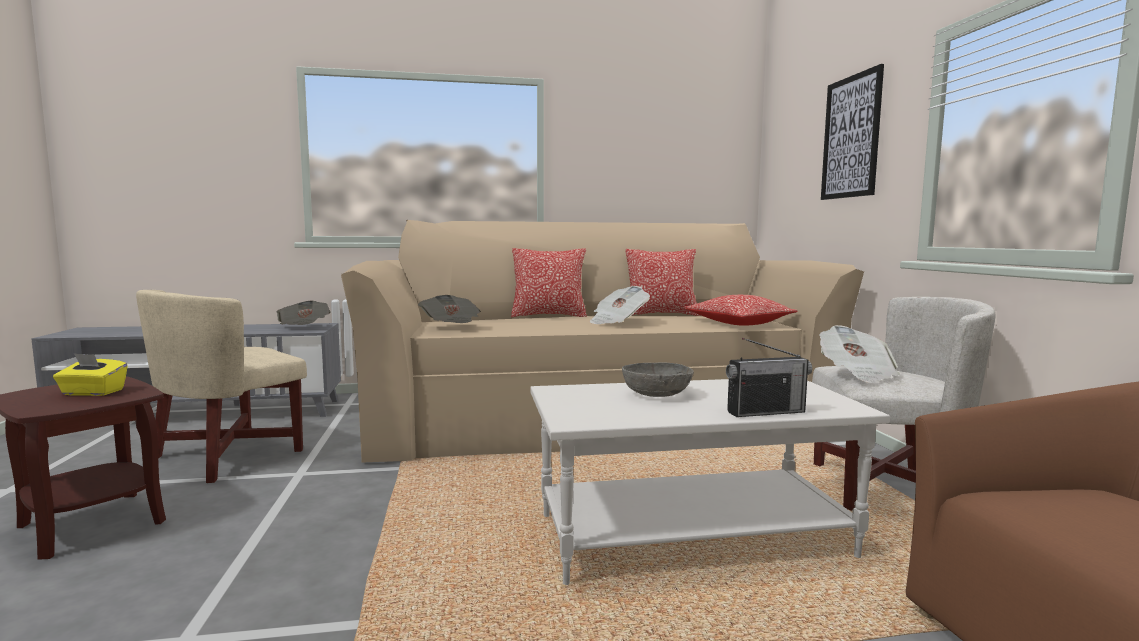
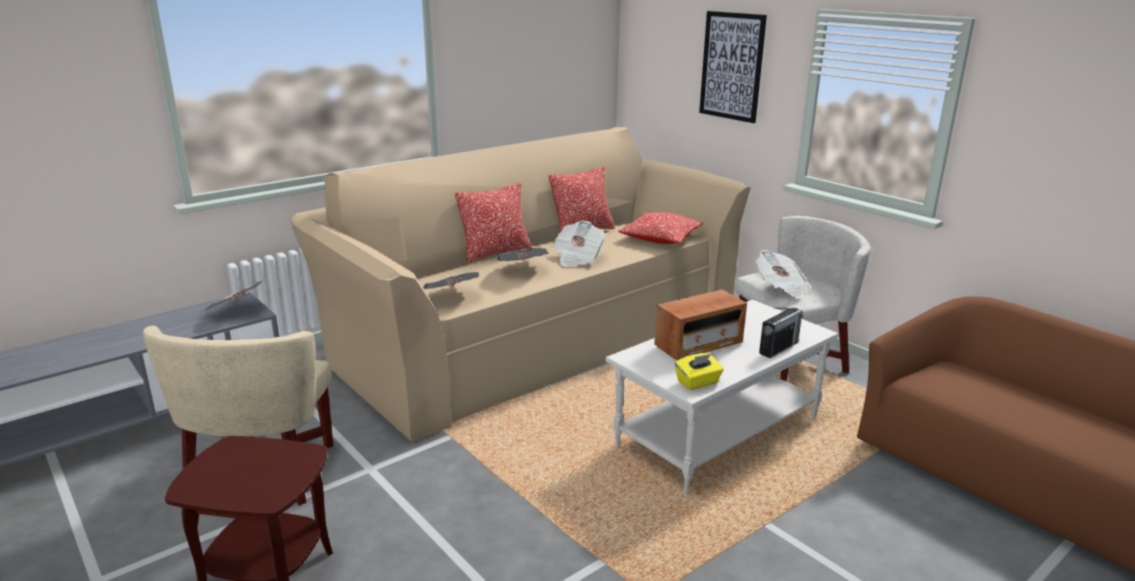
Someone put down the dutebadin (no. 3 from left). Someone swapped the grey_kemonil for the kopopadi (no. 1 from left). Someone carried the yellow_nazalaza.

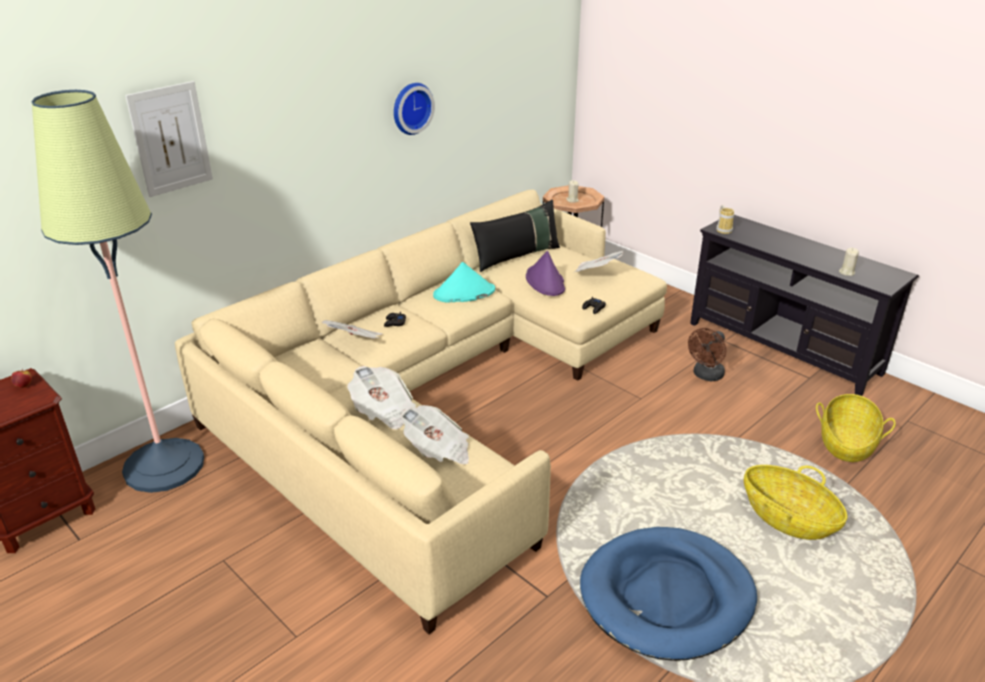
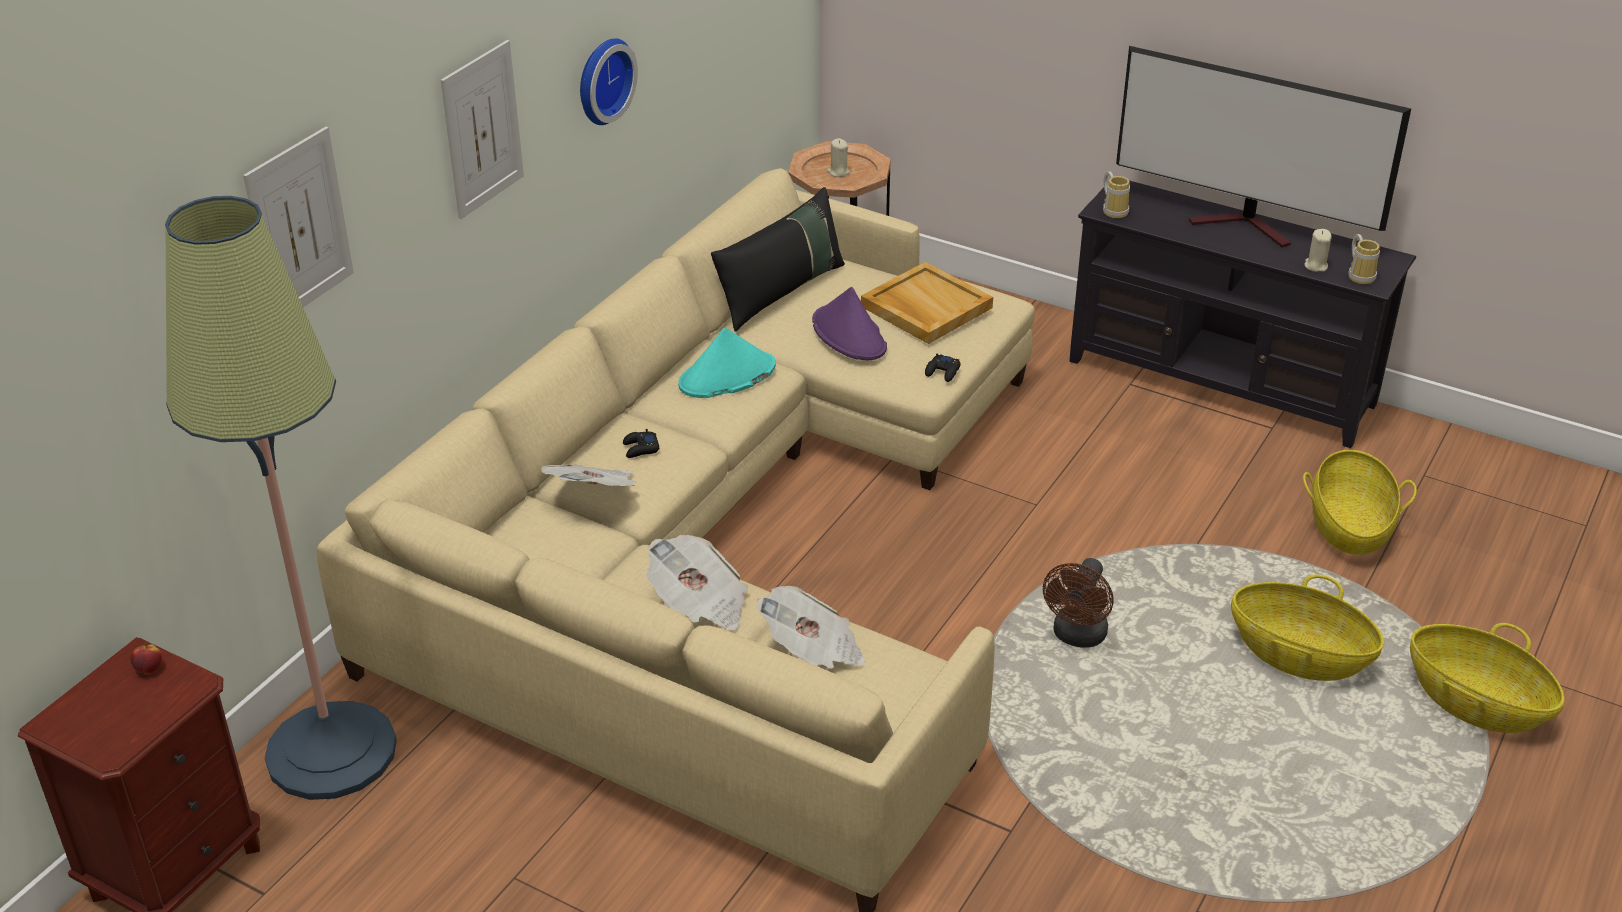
Someone put up the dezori (no. 2 from left). Someone swapped the dutebadin (no. 4 from left) for the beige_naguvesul. Someone carried the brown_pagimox. Someone put down the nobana. Someone put down the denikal (no. 2 from left). Someone put down the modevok (no. 3 from left). Someone took away the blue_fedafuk.

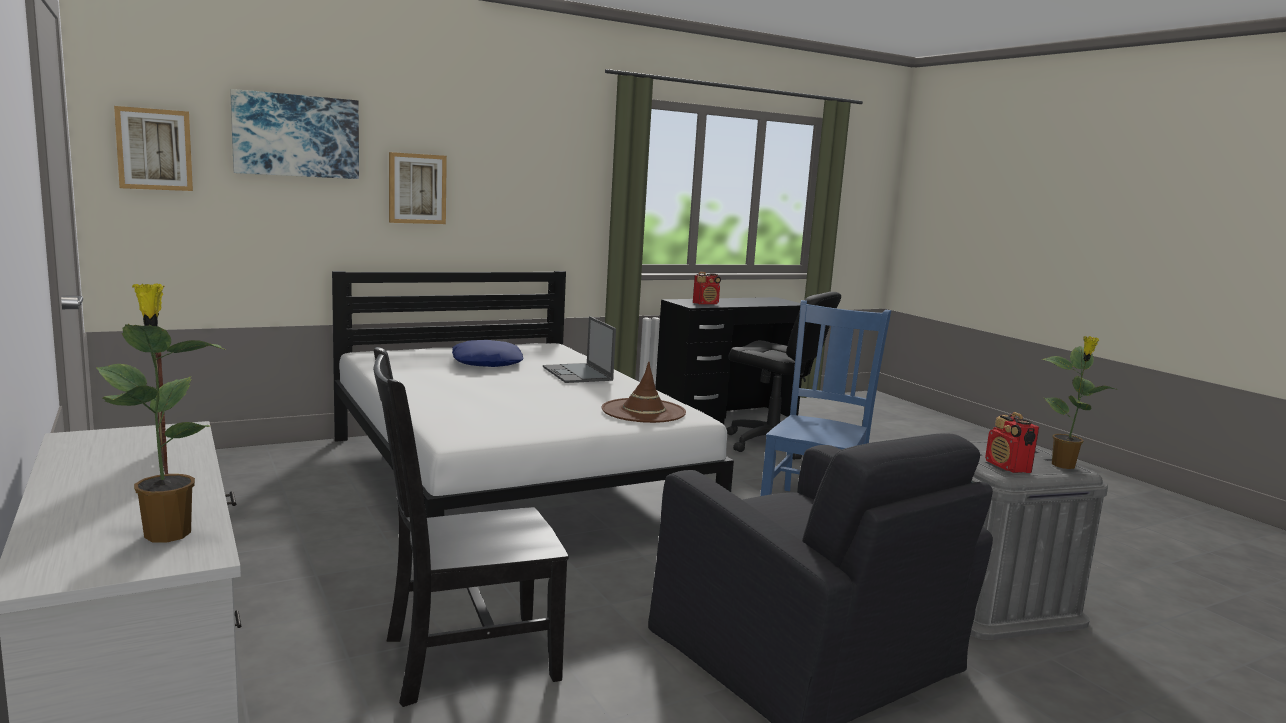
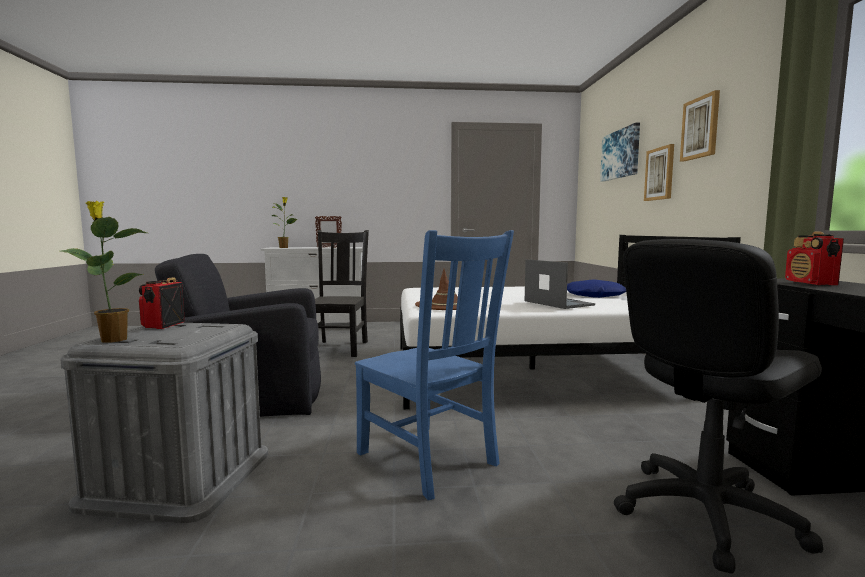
Someone rotated the kopopadi (no. 2 from left in the first image) by 90 degrees counterclockwise. Someone rotated the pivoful by 60 degrees clockwise. Someone carried the dezori (no. 1 from left in the first image).

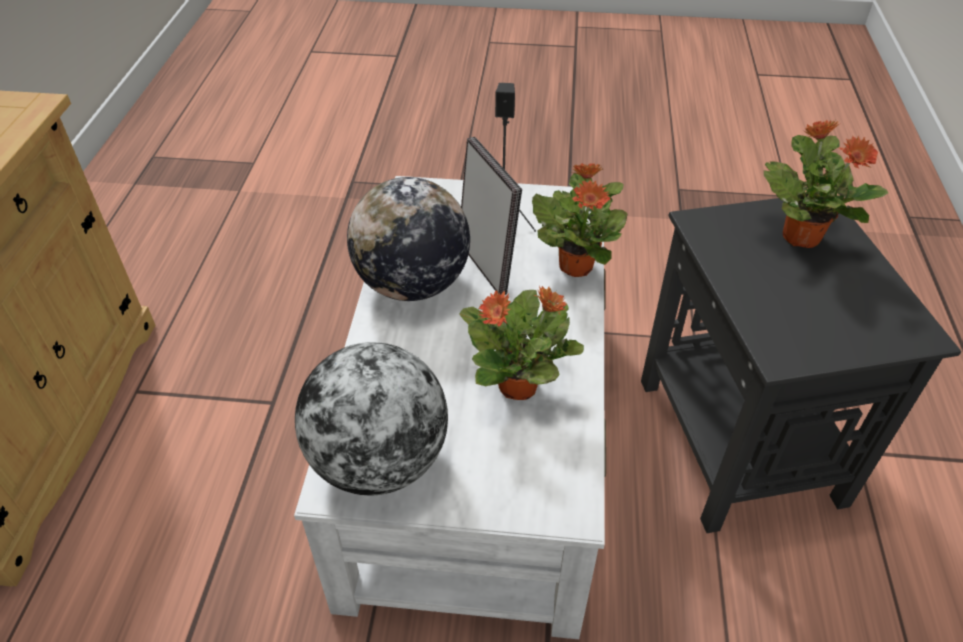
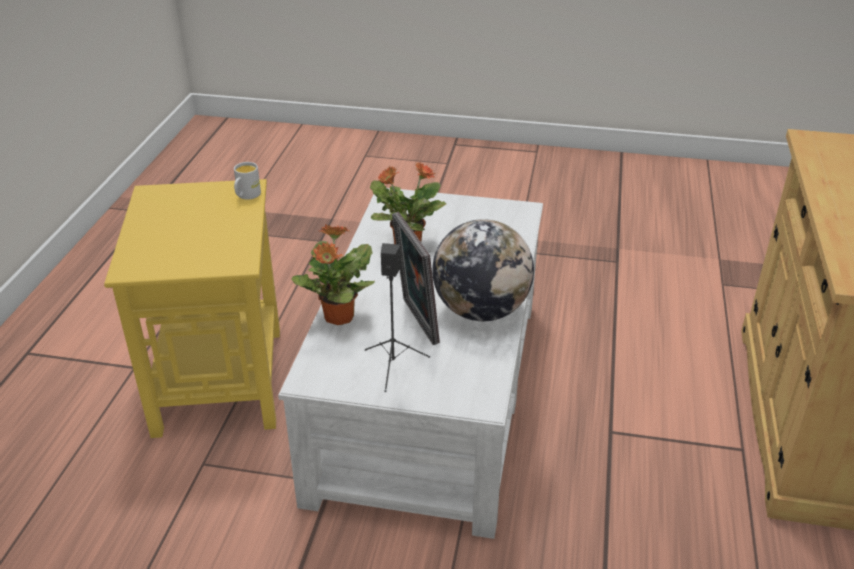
Someone repainted the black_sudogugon, which became the yellow_sudogugon. Someone put down the white_denikal. Someone took away the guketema (no. 1 from left). Someone took away the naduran (no. 3 from left).

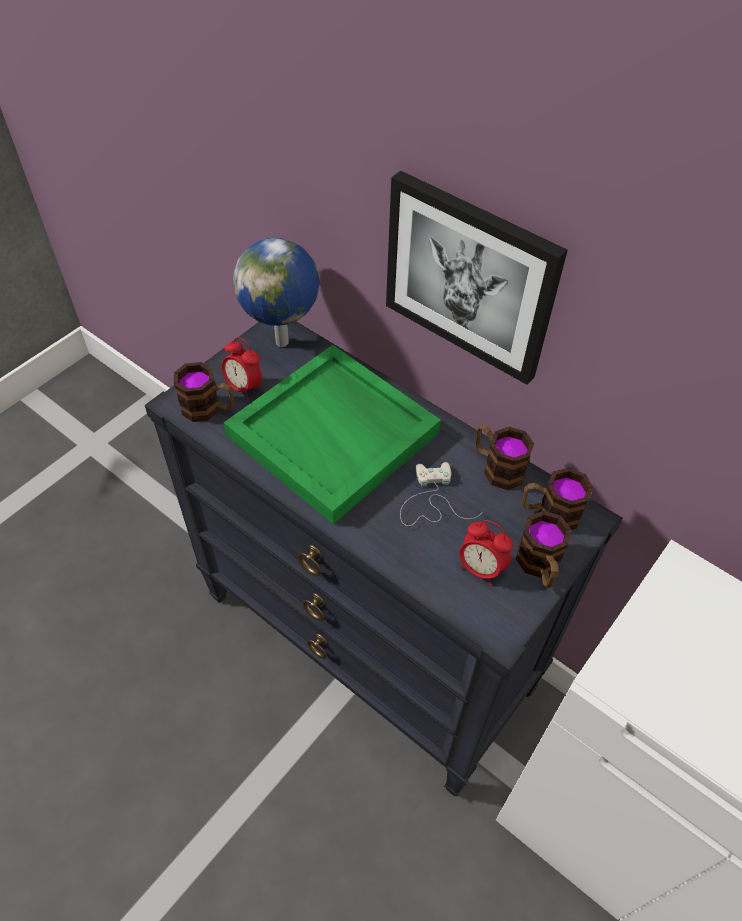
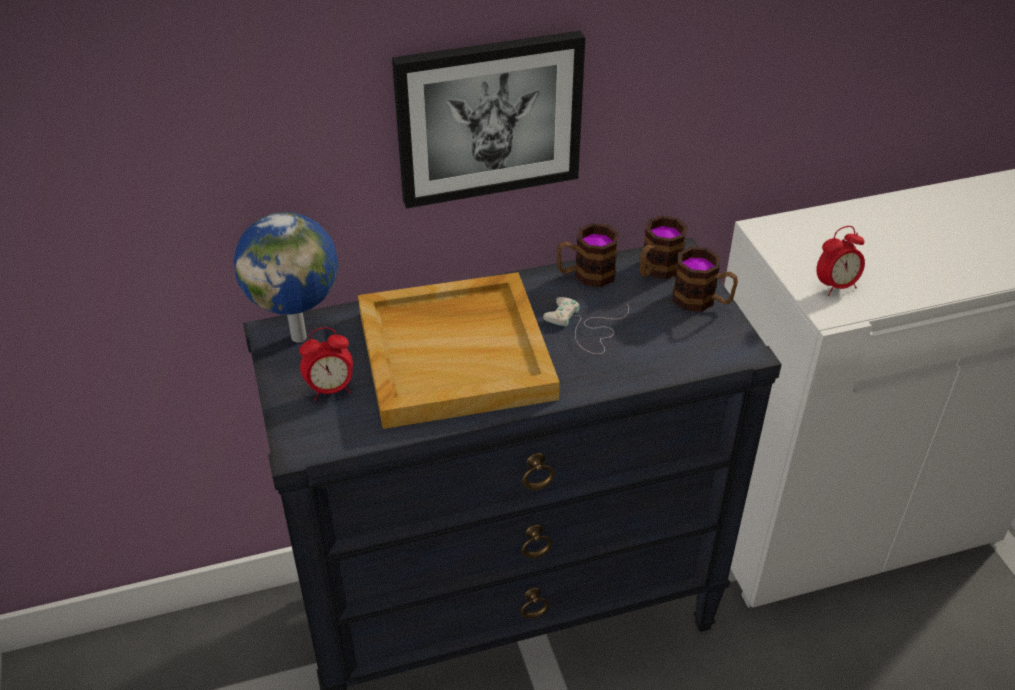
Someone repainted the green_naguvesul, which became the beige_naguvesul. Someone carried the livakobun (no. 2 from left). Someone took away the denikal (no. 1 from left).

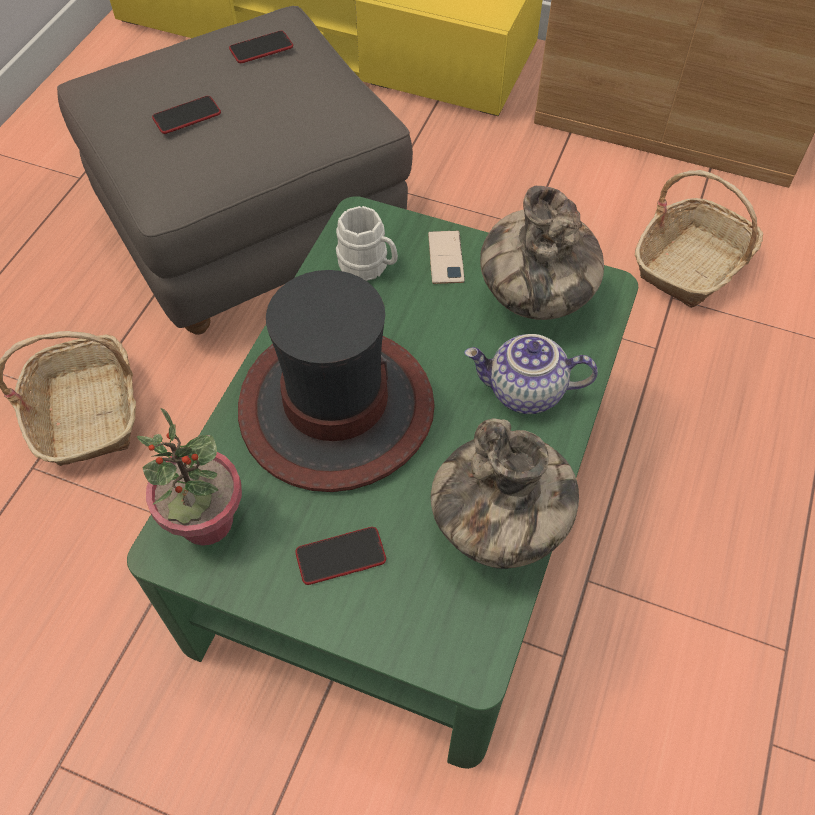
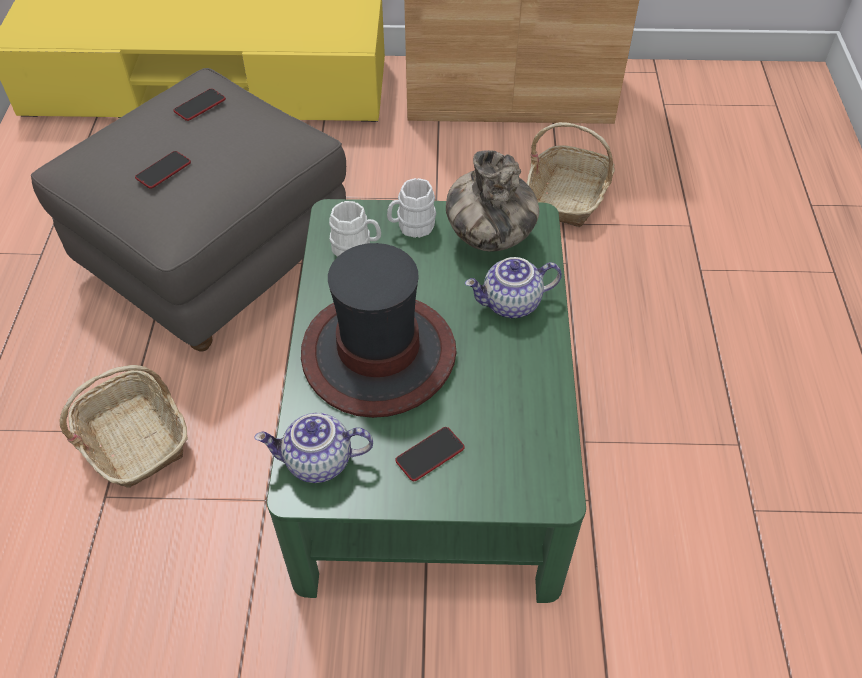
Someone swapped the naduran for the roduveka (no. 1 from left). Someone swapped the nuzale (no. 4 from left) for the white_denikal (no. 2 from left). Someone took away the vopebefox (no. 1 from left).

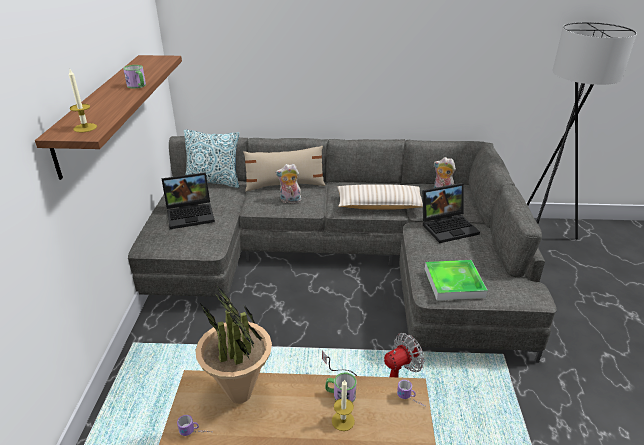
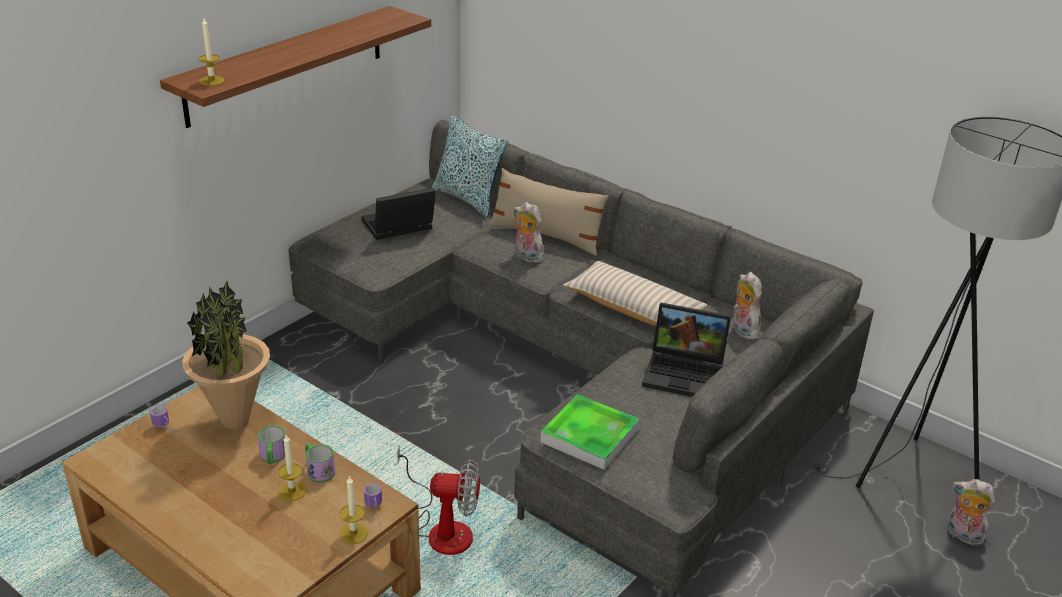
Someone carried the denikal (no. 1 from left in the first image). Someone put down the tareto (no. 3 from left). Someone rotated the pivoful (no. 1 from left) by 135 degrees clockwise. Someone put down the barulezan (no. 3 from left).

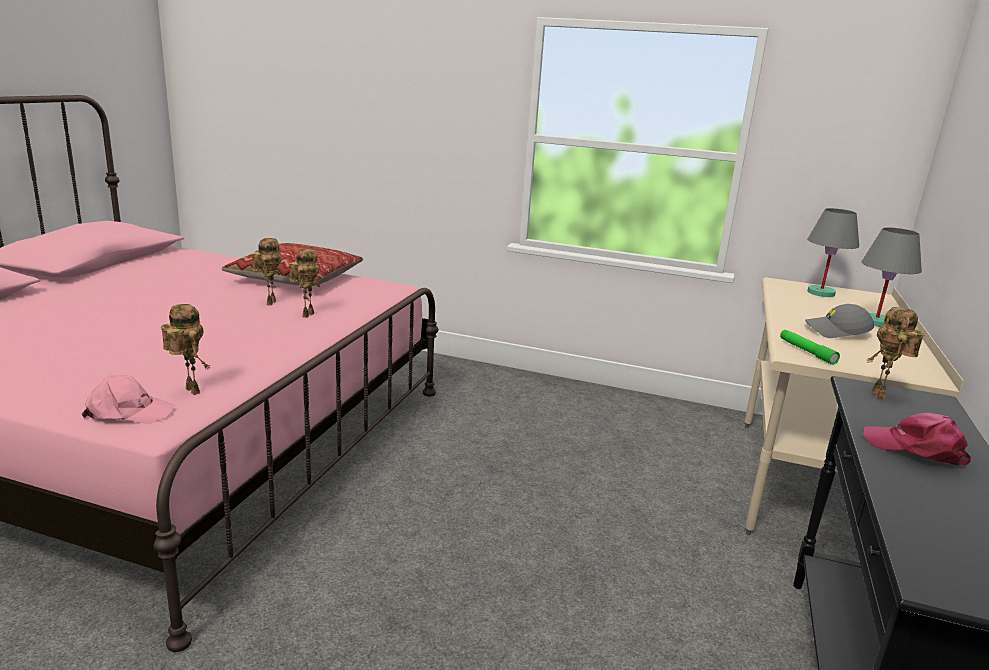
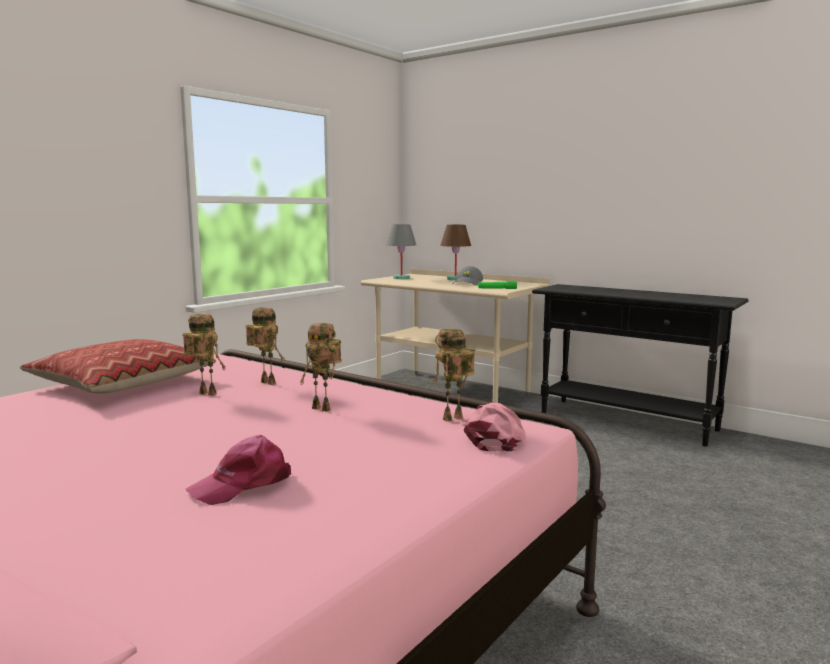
Someone carried the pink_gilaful (no. 2 from left in the first image). Someone carried the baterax (no. 4 from left in the first image). Someone repainted the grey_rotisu (no. 2 from left), which became the brown_rotisu.

